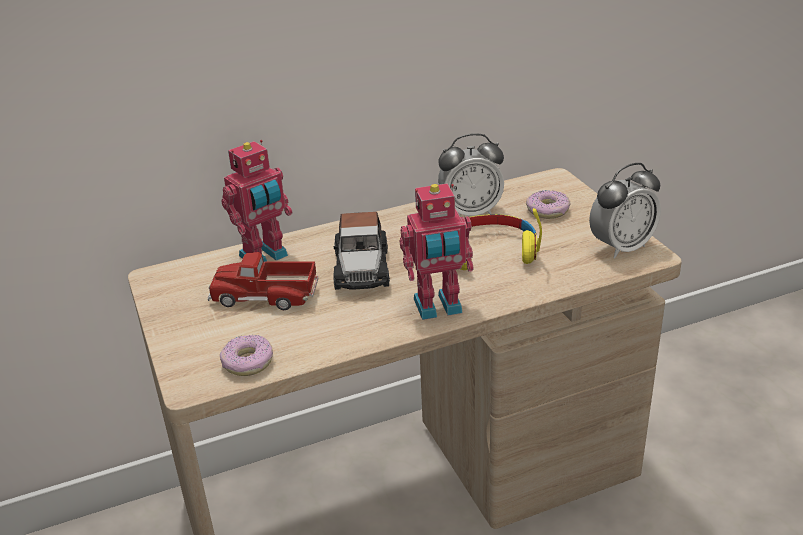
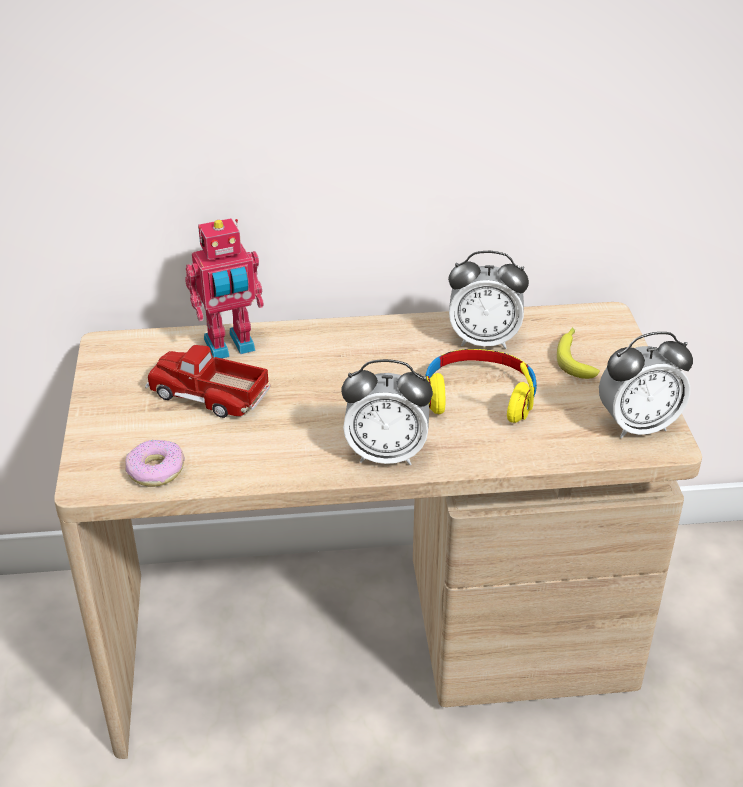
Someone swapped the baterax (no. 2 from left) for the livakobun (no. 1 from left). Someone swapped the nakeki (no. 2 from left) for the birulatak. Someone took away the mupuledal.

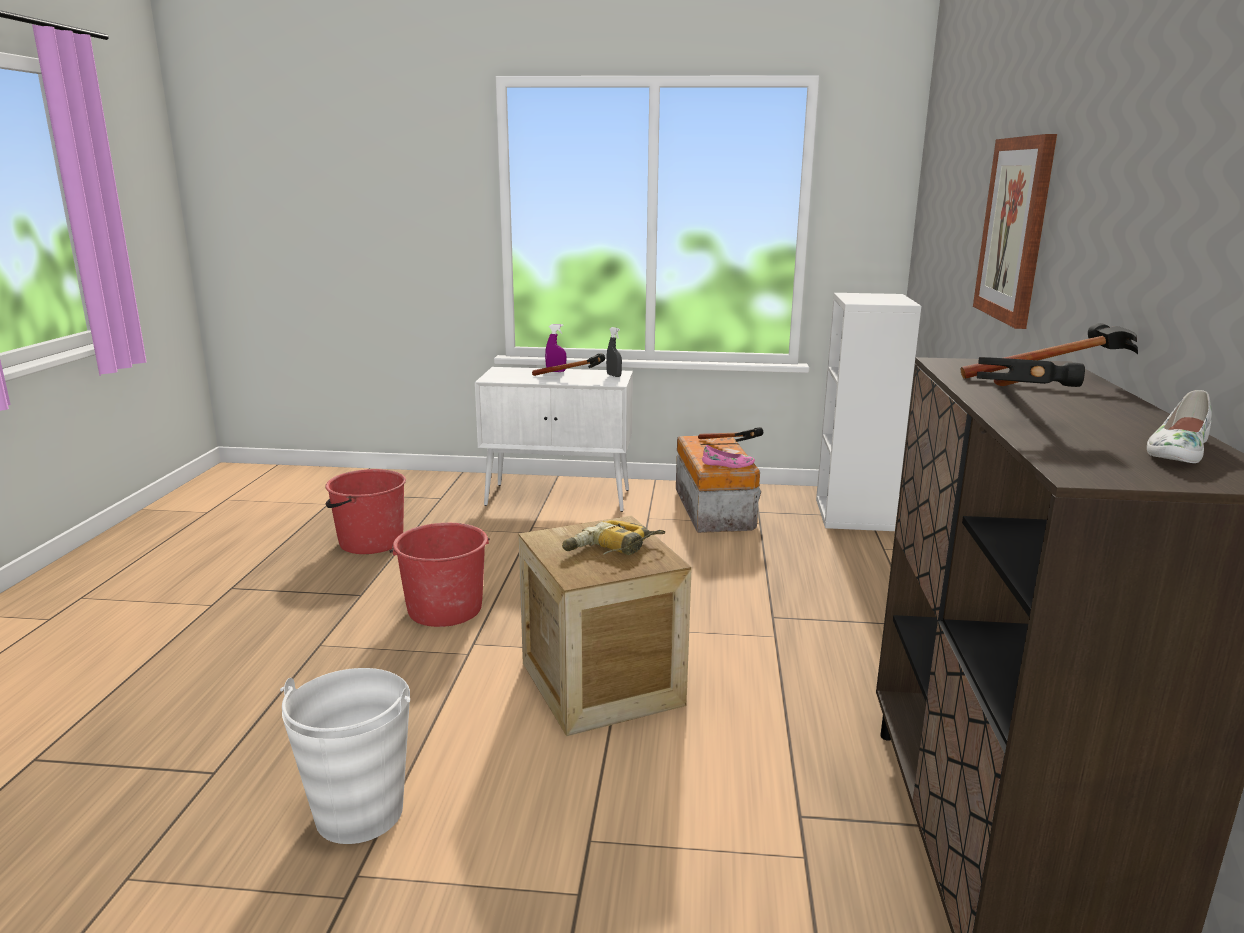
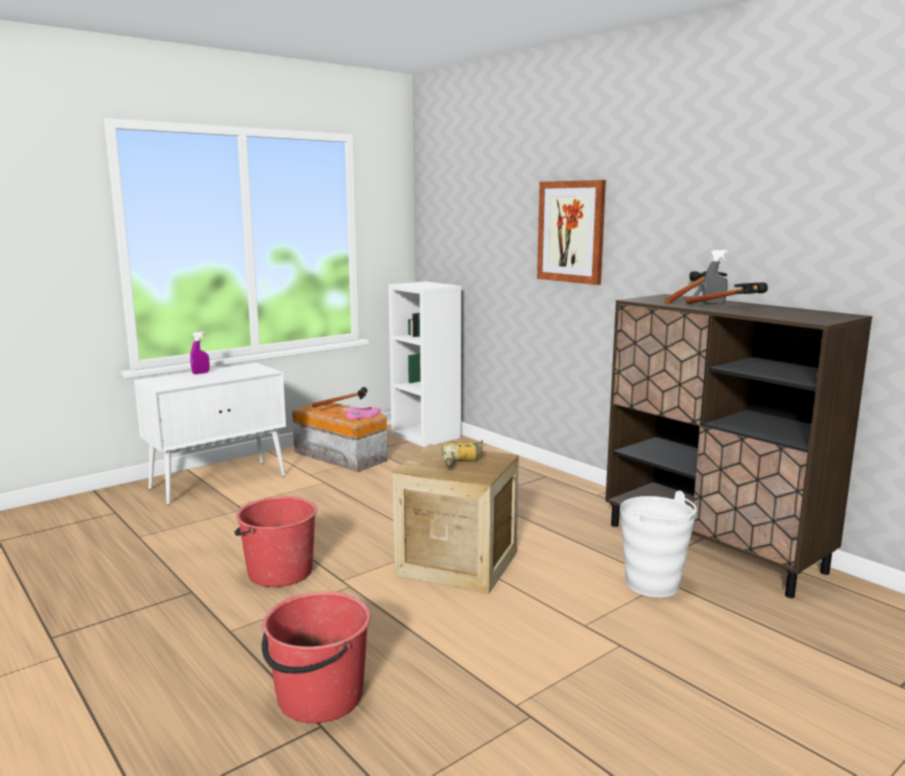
Someone carried the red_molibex (no. 1 from left in the first image). Someone carried the white_molibex. Someone carried the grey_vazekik. Someone took away the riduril (no. 1 from left). Someone took away the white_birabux.

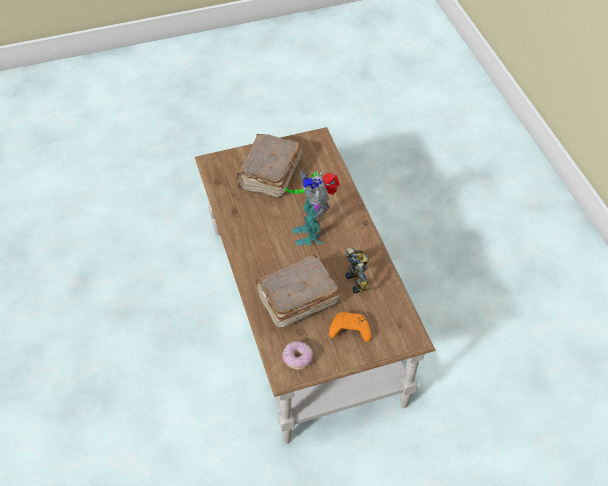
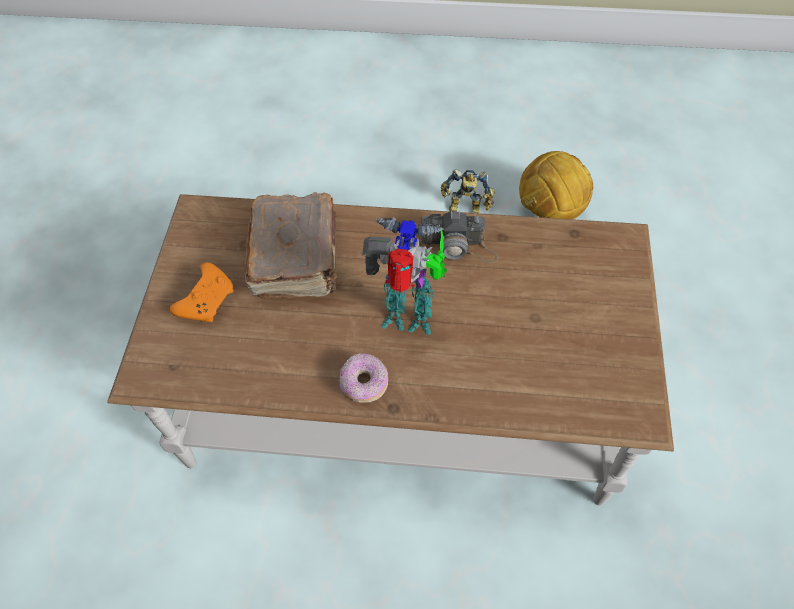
Someone carried the nakeki. Someone put down the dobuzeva. Someone carried the baterax (no. 2 from left). Someone put down the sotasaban. Someone took away the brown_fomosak (no. 1 from left).

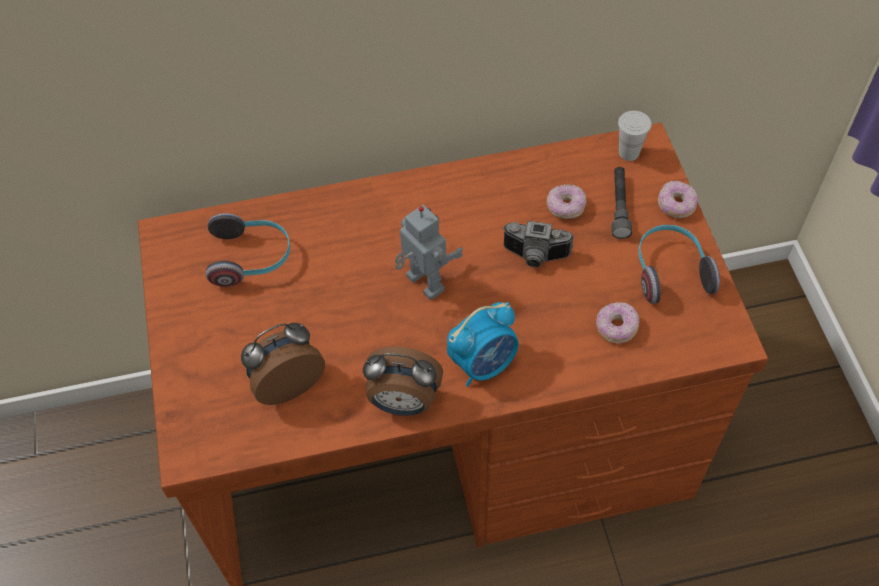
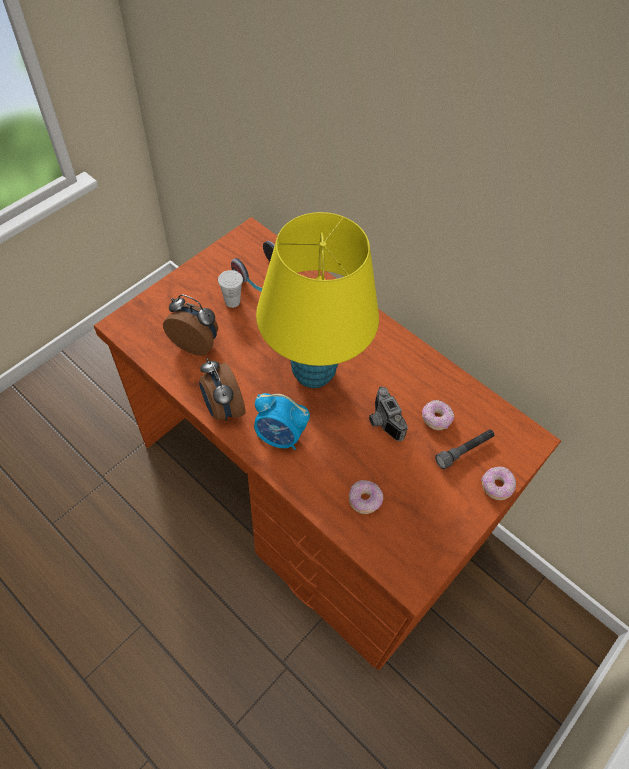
Someone carried the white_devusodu. Someone swapped the baterax for the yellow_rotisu. Someone took away the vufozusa (no. 2 from left).

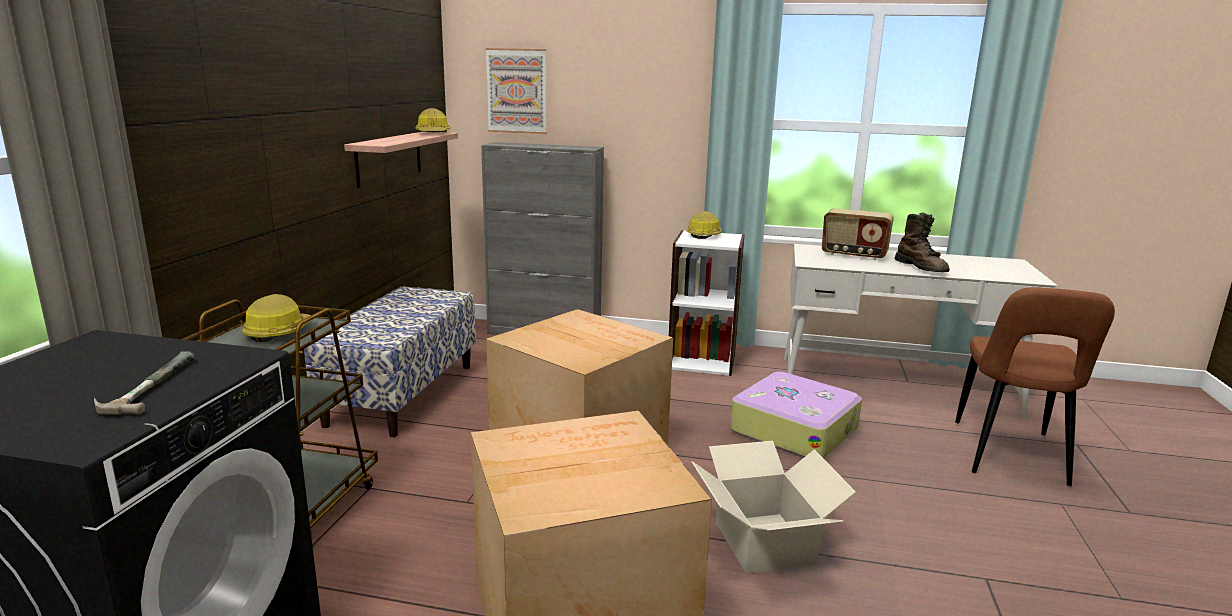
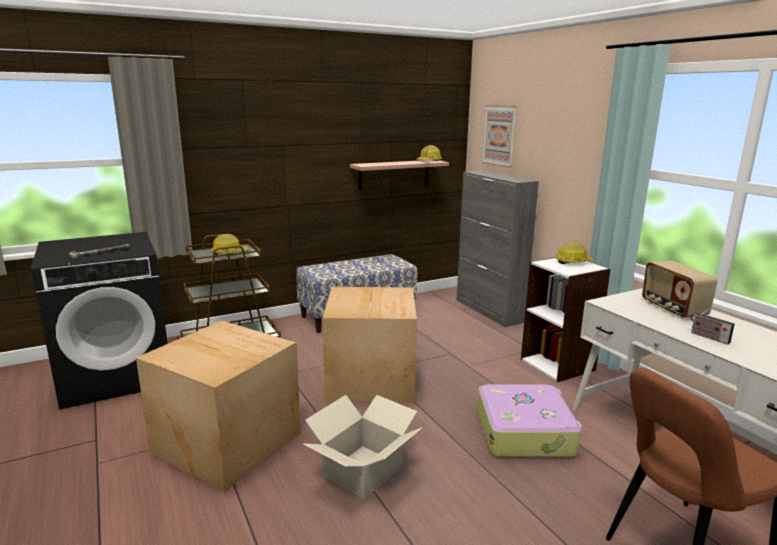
Someone swapped the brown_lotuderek for the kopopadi (no. 2 from left).

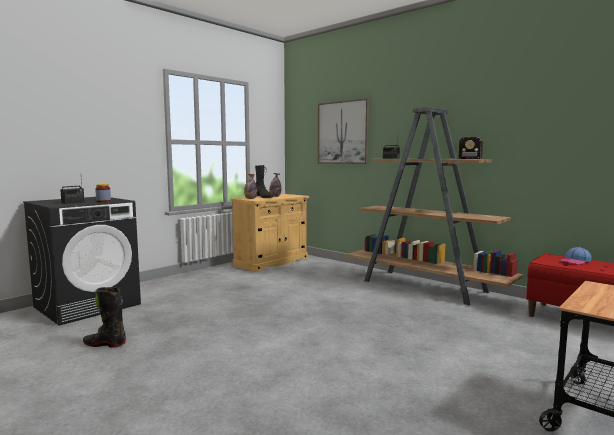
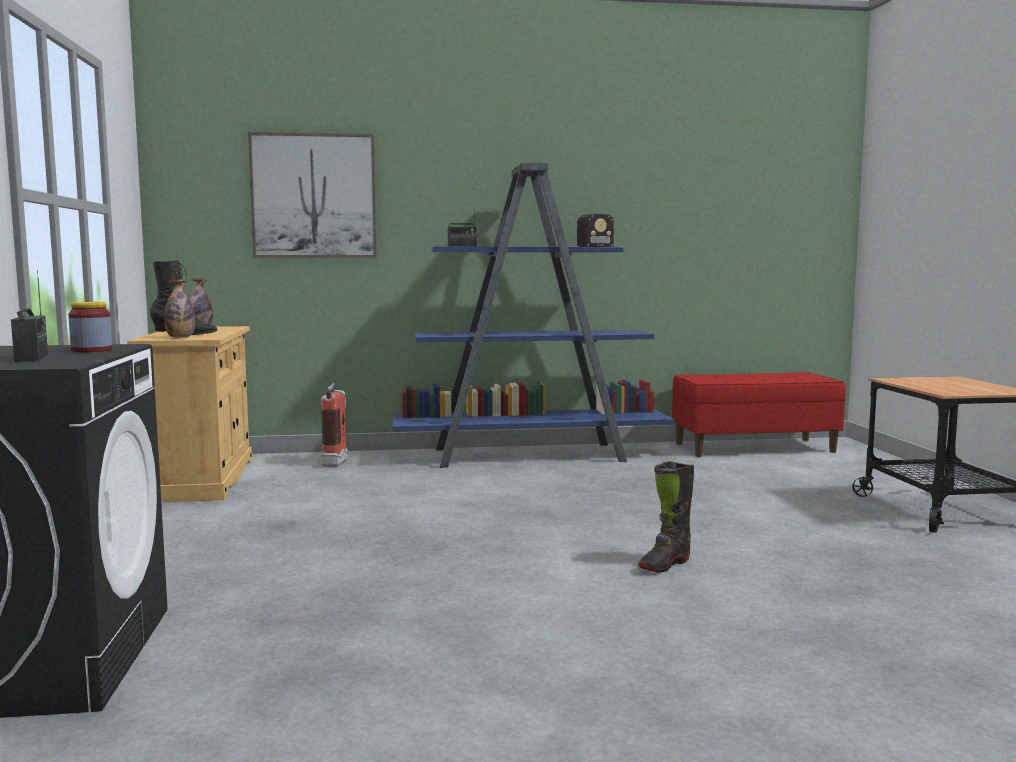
Someone put down the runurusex. Someone repainted the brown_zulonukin, which became the blue_zulonukin. Someone carried the black_lotuderek (no. 1 from left in the first image). Someone took away the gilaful.

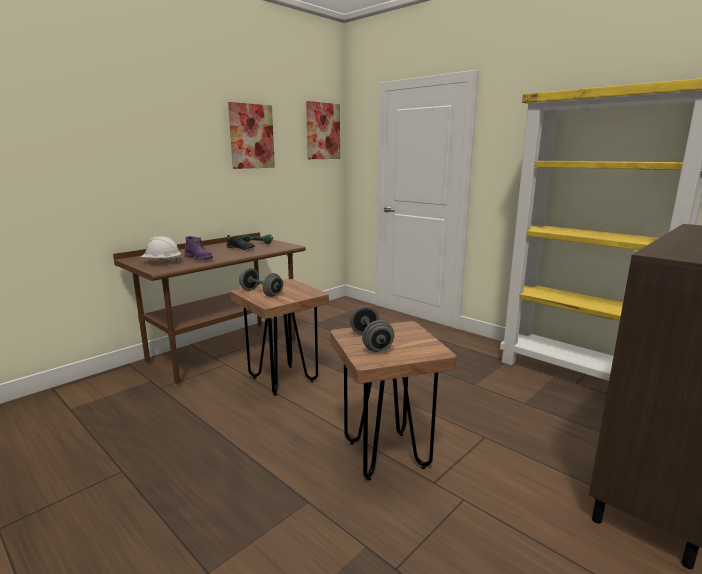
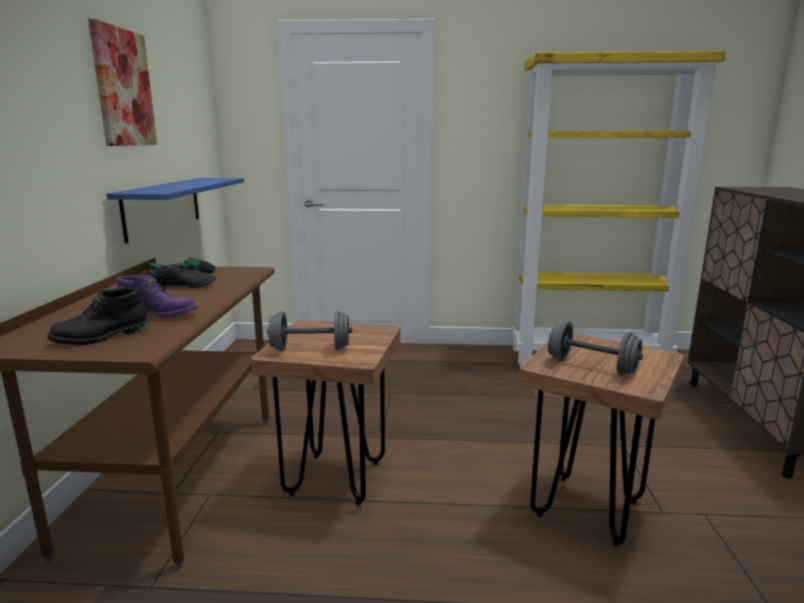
Someone swapped the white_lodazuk for the black_lotuderek. Someone put up the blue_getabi. Someone took away the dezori (no. 2 from left).

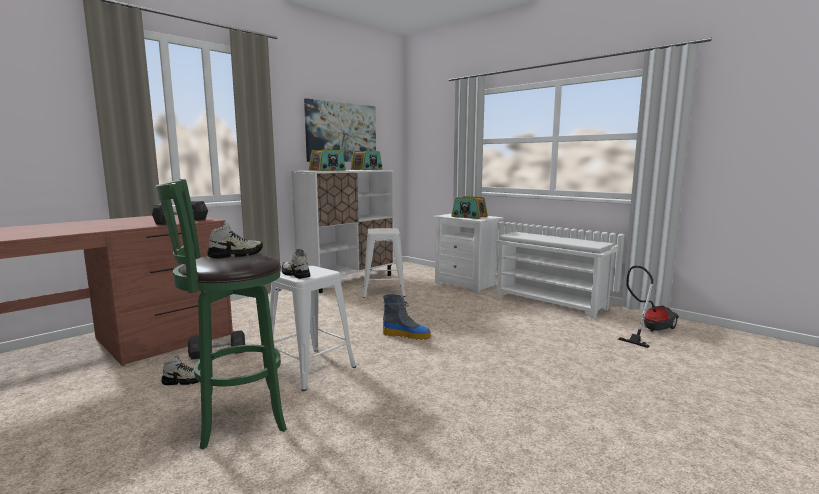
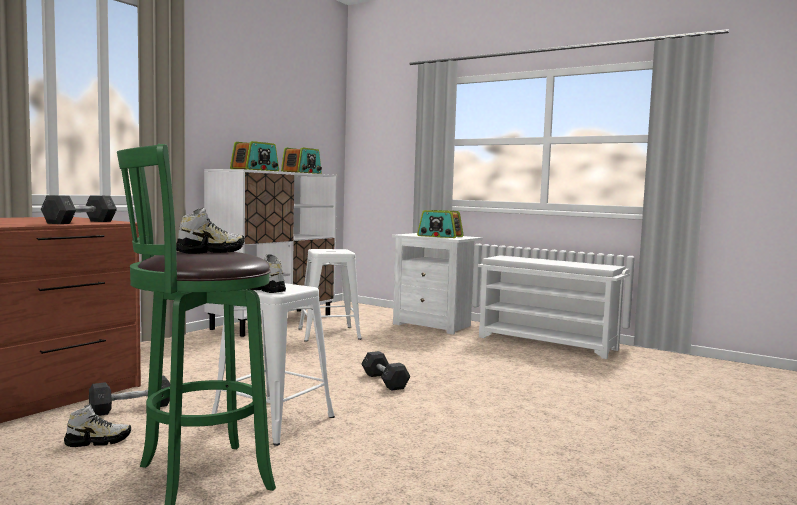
Someone swapped the lotuderek for the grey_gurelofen (no. 3 from left). Someone took away the dezori. Someone took away the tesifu.

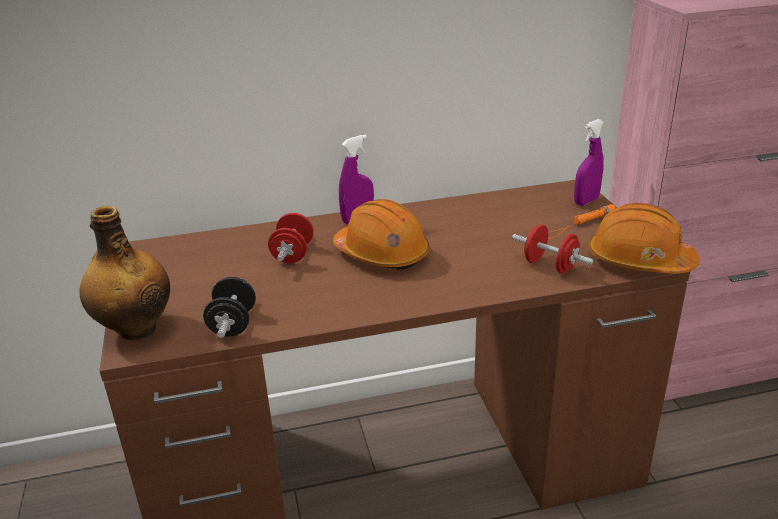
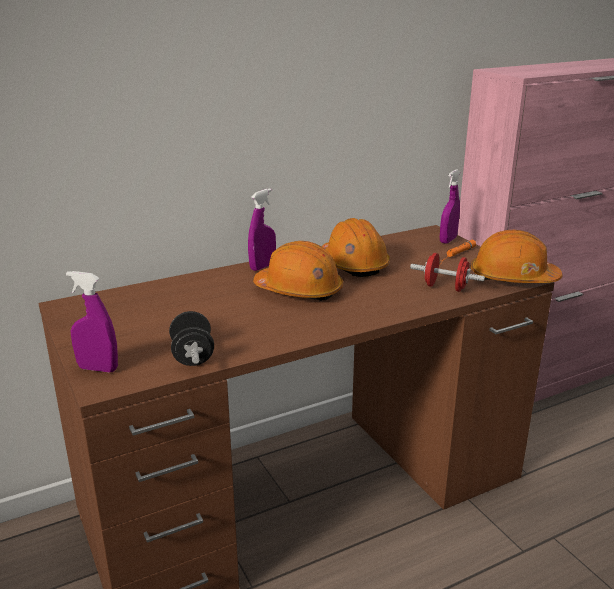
Someone swapped the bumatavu for the purple_vazekik (no. 1 from left). Someone put down the orange_lodazuk (no. 2 from left). Someone took away the red_gurelofen (no. 1 from left).

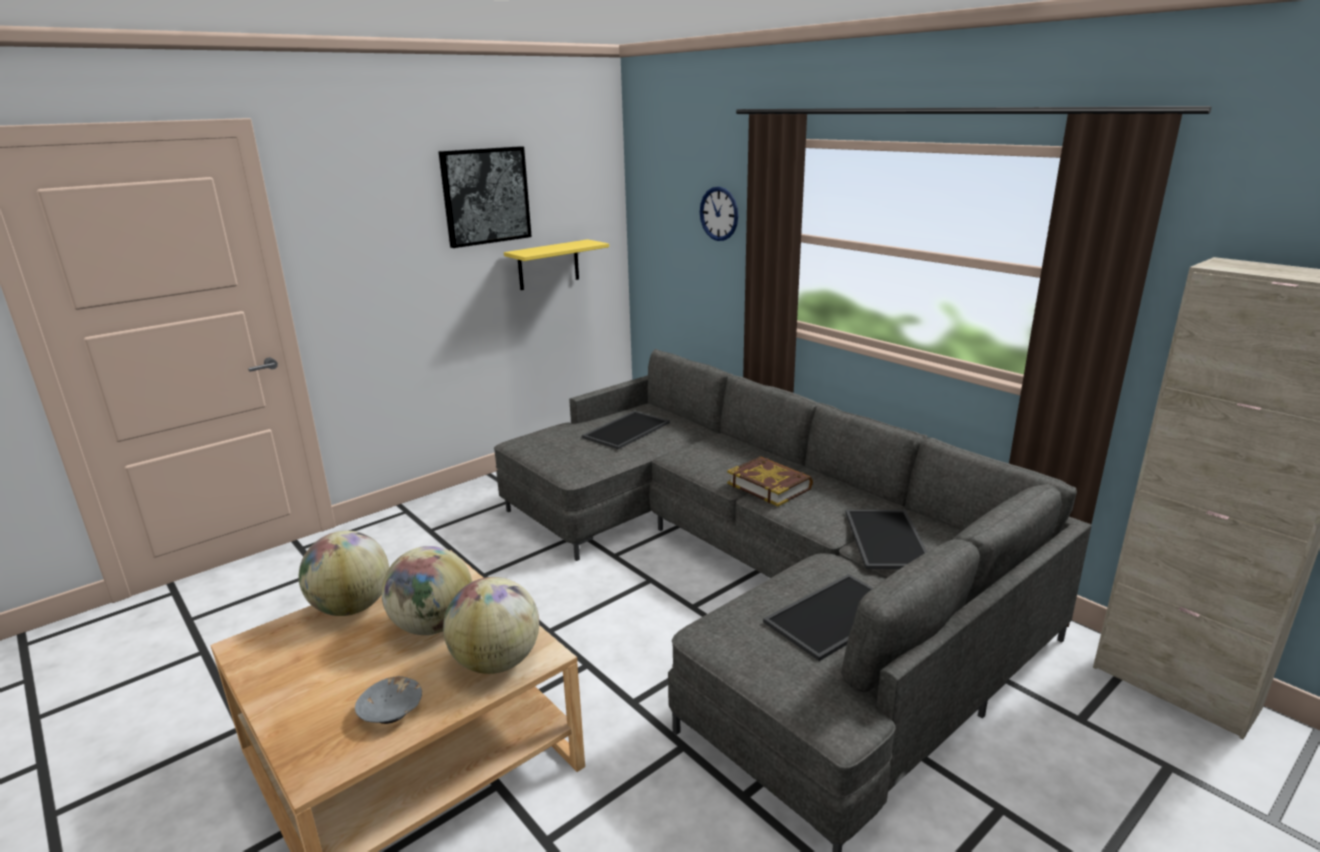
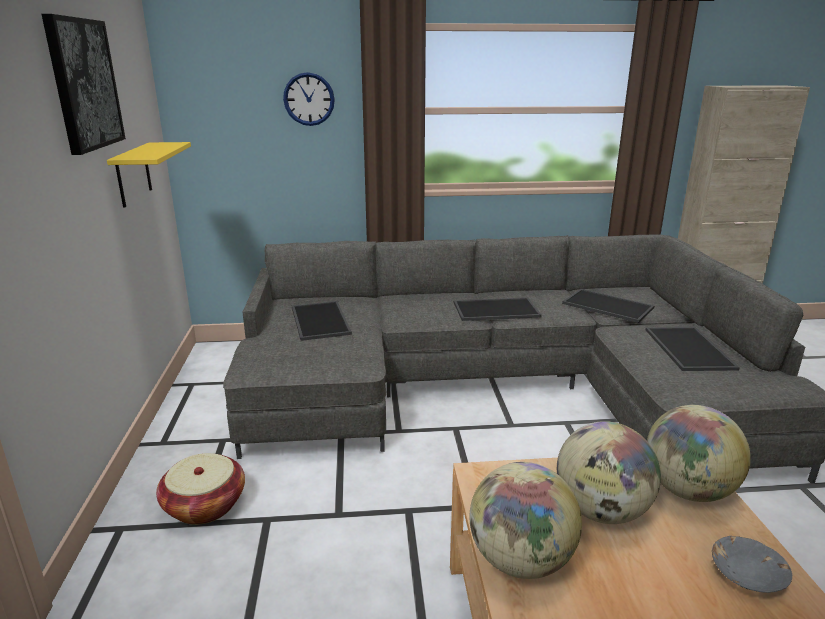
Someone put down the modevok. Someone swapped the fomosak for the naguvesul (no. 2 from left).

